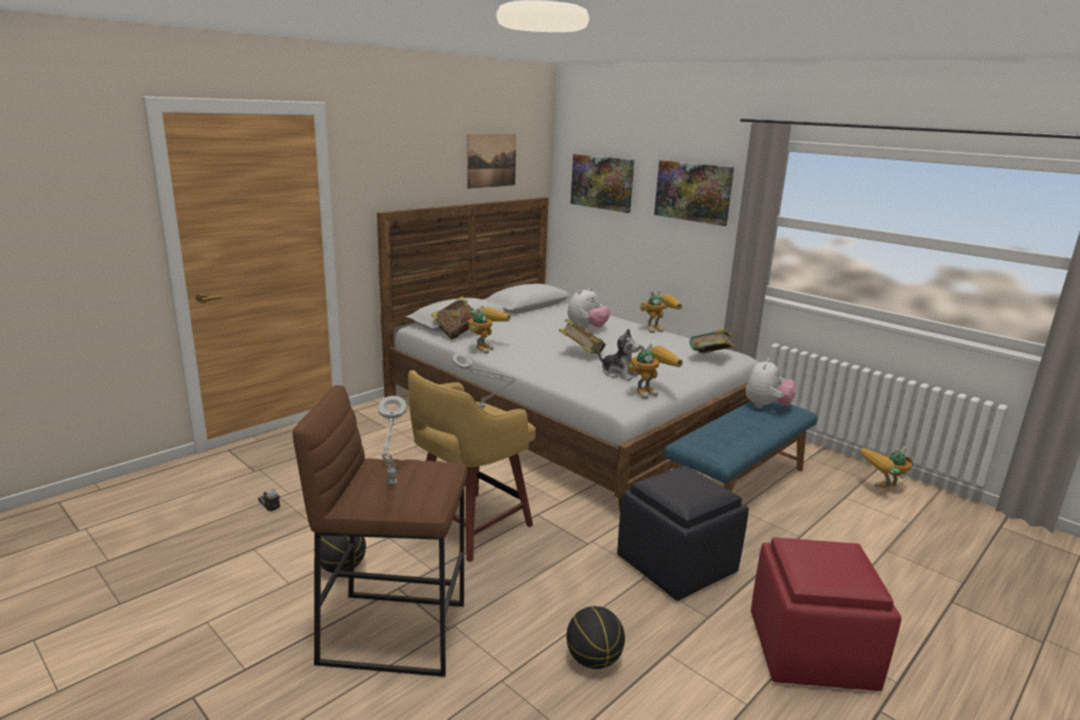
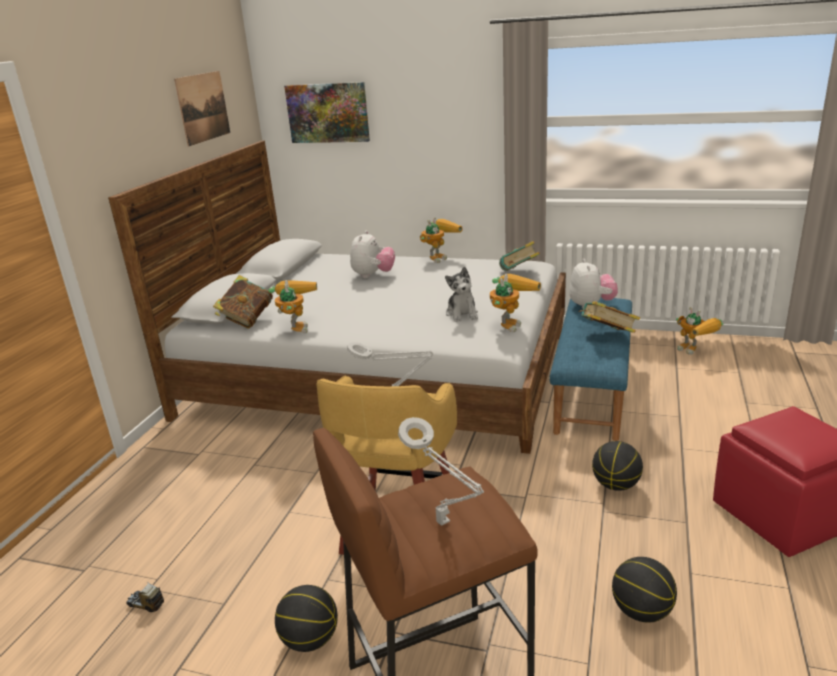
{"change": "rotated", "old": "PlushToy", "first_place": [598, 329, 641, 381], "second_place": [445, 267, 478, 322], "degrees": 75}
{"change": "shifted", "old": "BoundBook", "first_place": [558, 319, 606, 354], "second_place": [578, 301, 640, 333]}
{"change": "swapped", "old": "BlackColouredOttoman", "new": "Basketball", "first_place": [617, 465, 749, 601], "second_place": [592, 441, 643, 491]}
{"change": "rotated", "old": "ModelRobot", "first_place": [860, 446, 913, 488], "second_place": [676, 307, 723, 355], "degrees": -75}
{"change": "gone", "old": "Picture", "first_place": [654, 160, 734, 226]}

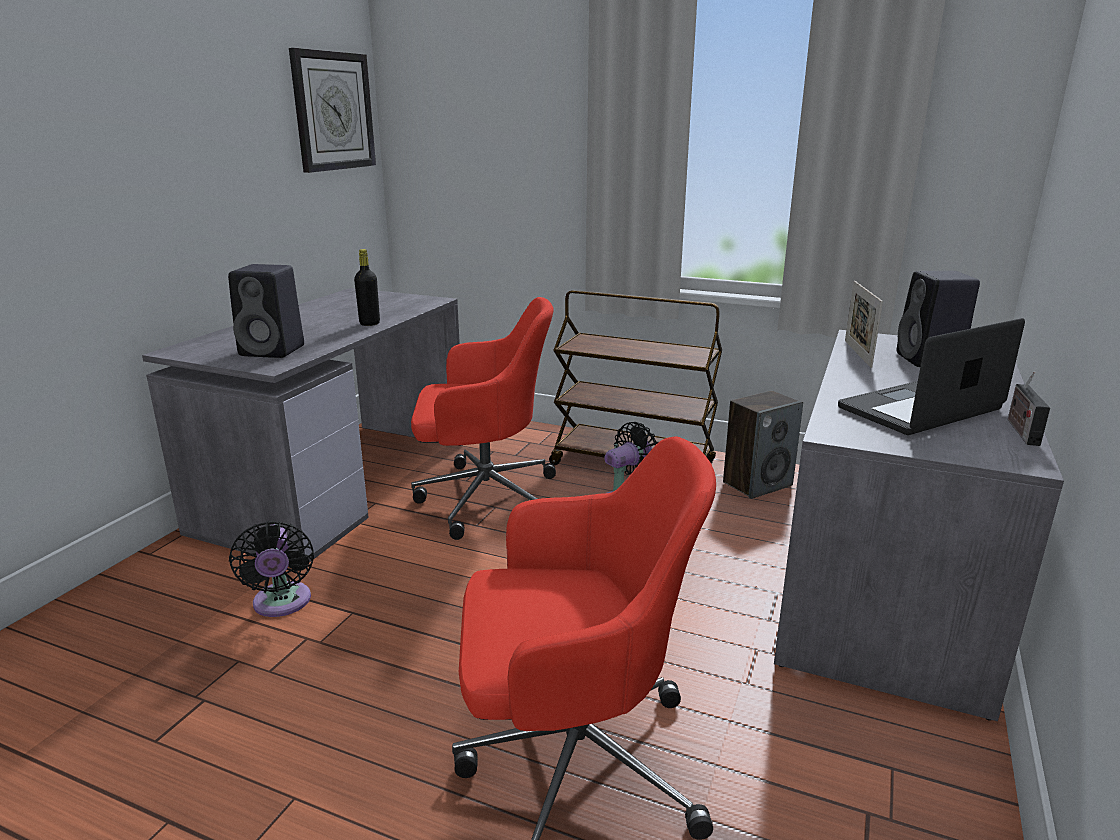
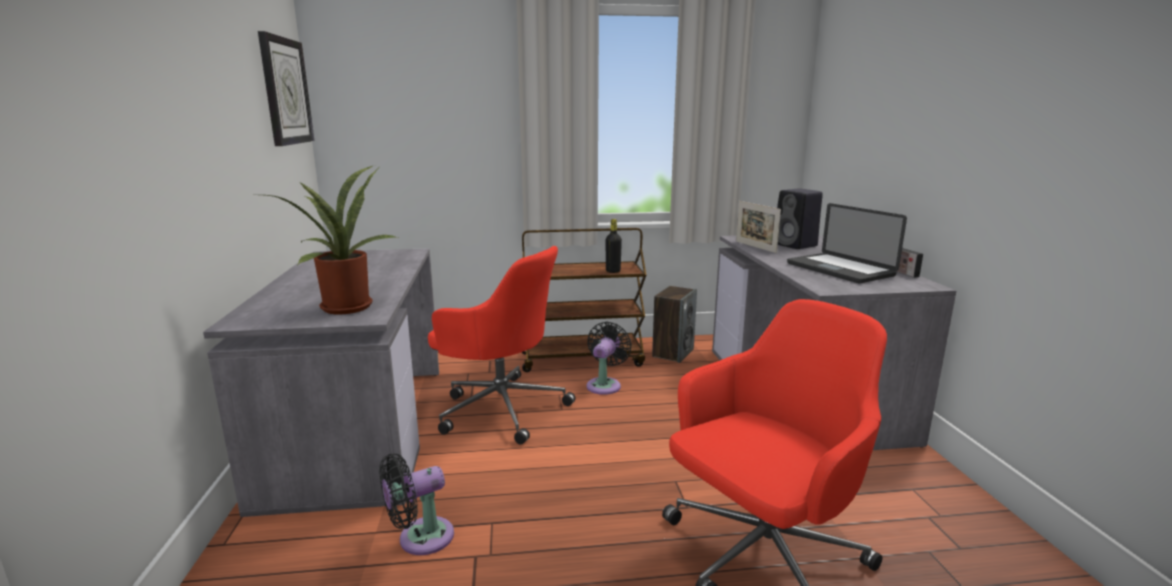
{"change": "swapped", "old": "BlackColouredLoudspeaker", "new": "PlantInAPot", "first_place": [228, 264, 304, 358], "second_place": [265, 166, 398, 314]}
{"change": "rotated", "old": "BlackColouredFan", "first_place": [229, 521, 314, 617], "second_place": [379, 454, 454, 555], "degrees": 105}
{"change": "rotated", "old": "ReddishComputerChair", "first_place": [411, 297, 556, 540], "second_place": [428, 246, 576, 444], "degrees": 60}
{"change": "shifted", "old": "BlackColouredBottle", "first_place": [354, 249, 380, 326], "second_place": [606, 219, 622, 273]}
{"change": "rotated", "old": "Laptop", "first_place": [838, 318, 1025, 435], "second_place": [787, 203, 907, 283], "degrees": -60}

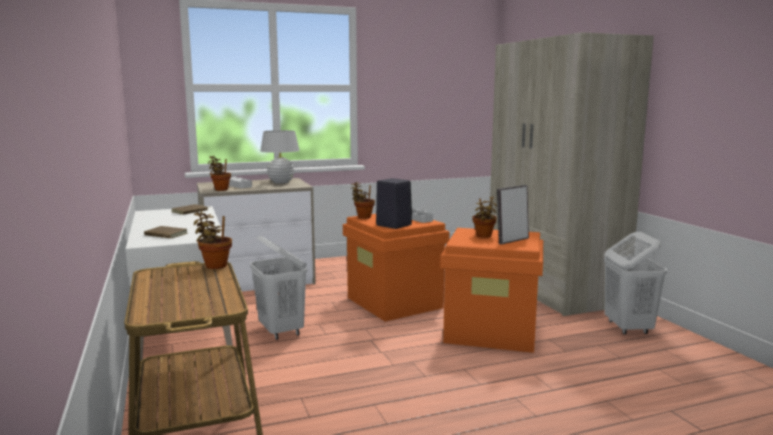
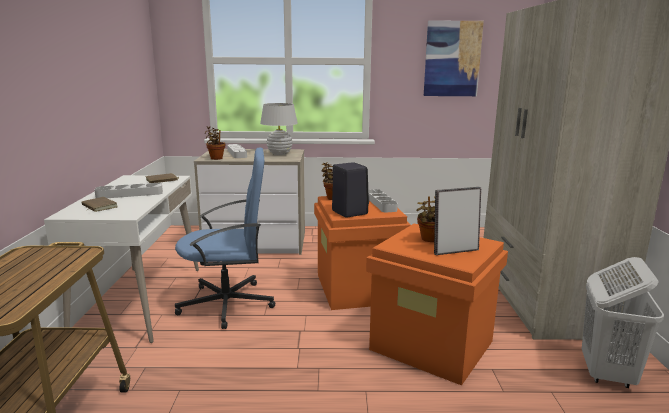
{"change": "new", "new": "GrayTray", "second_place": [94, 183, 163, 198]}
{"change": "swapped", "old": "WhiteWashingBasket", "new": "BlueComputerChair", "first_place": [250, 235, 307, 340], "second_place": [175, 148, 275, 329]}
{"change": "new", "new": "Picture", "second_place": [424, 20, 484, 96]}
{"change": "gone", "old": "PlantInAPot", "first_place": [193, 211, 232, 269]}

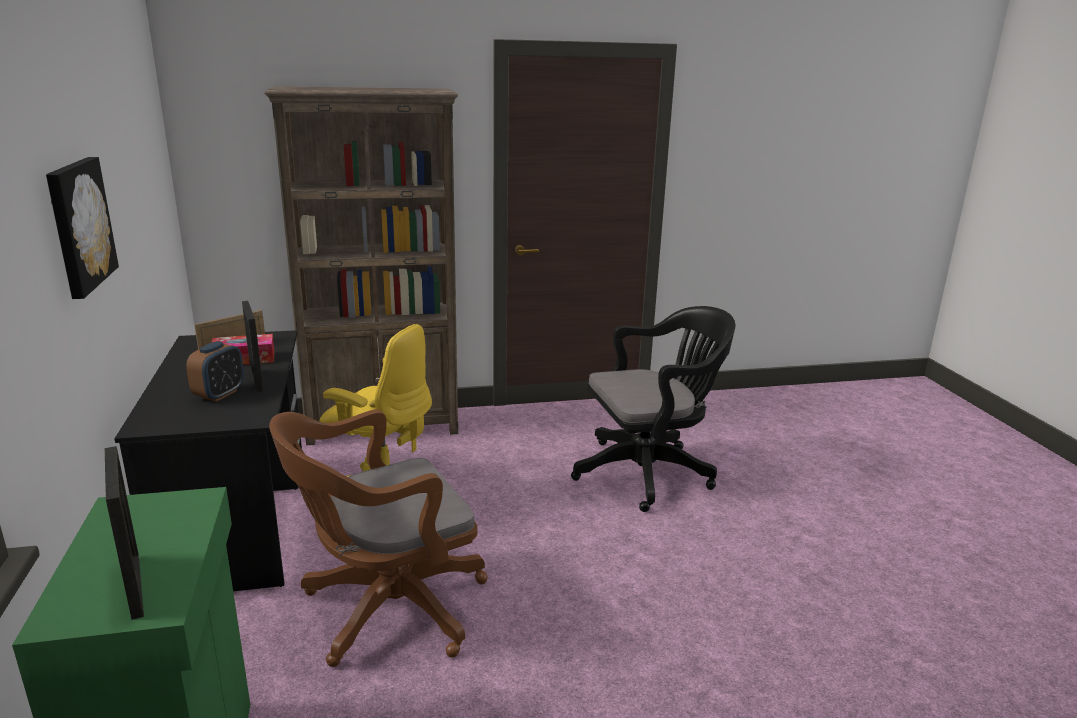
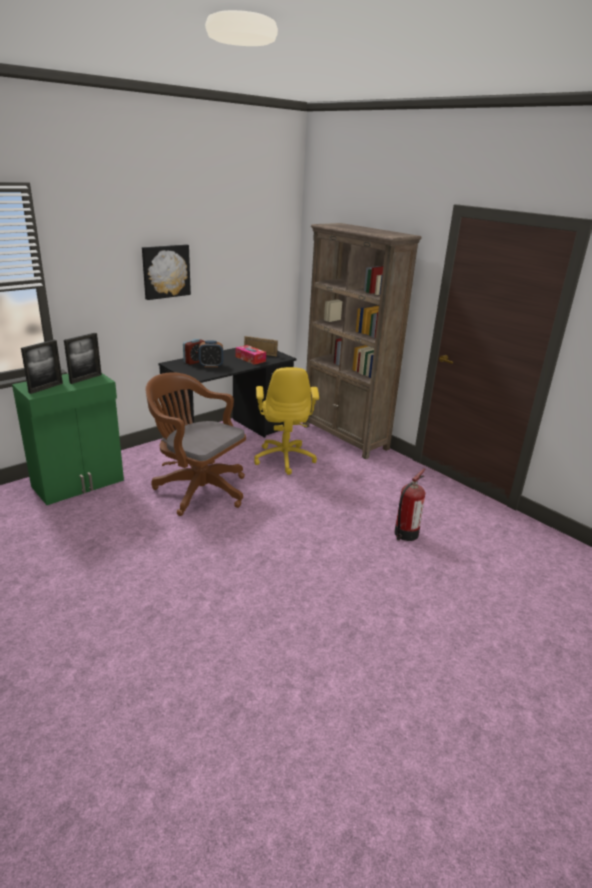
{"change": "shifted", "old": "StandingFrame", "first_place": [242, 301, 264, 392], "second_place": [64, 333, 102, 384]}
{"change": "new", "new": "AlarmClock", "second_place": [183, 339, 205, 365]}
{"change": "swapped", "old": "BlackColouredComputerChair", "new": "Extinguisher", "first_place": [571, 306, 735, 512], "second_place": [394, 469, 426, 541]}

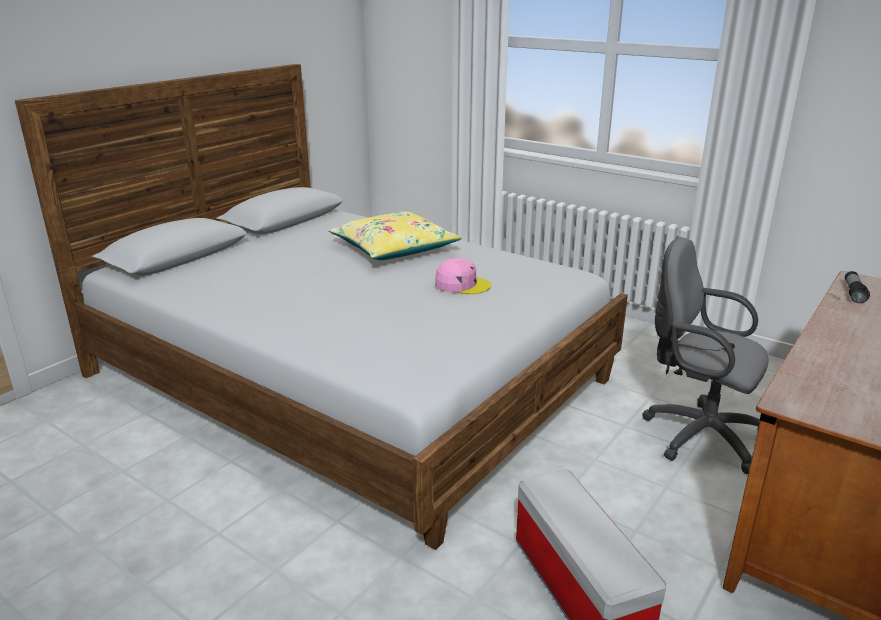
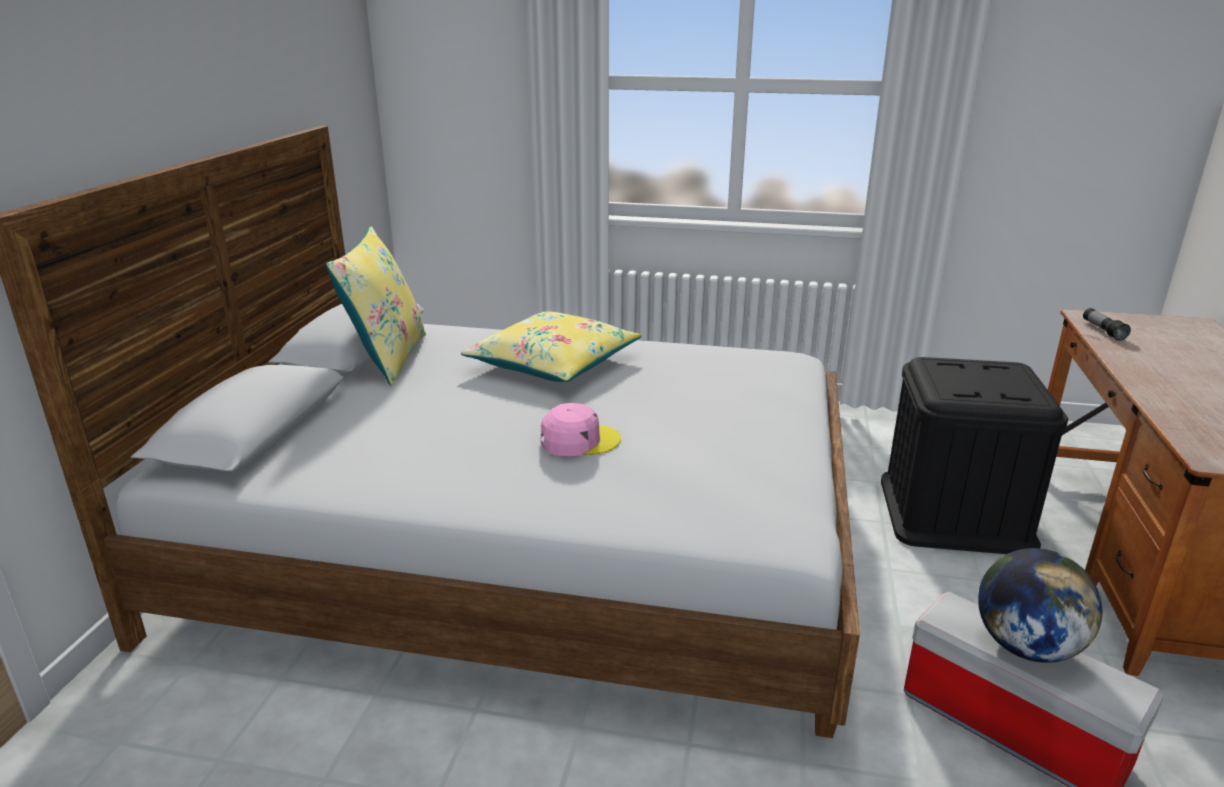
{"change": "new", "new": "YellowishCushion", "second_place": [326, 227, 426, 386]}
{"change": "shifted", "old": "PinkColouredBaseballCap", "first_place": [435, 258, 491, 294], "second_place": [541, 403, 621, 456]}
{"change": "swapped", "old": "GrayComputerChair", "new": "BlackColouredStorageBox", "first_place": [642, 237, 769, 474], "second_place": [881, 357, 1068, 554]}
{"change": "new", "new": "WorldGlobe", "second_place": [978, 548, 1102, 663]}

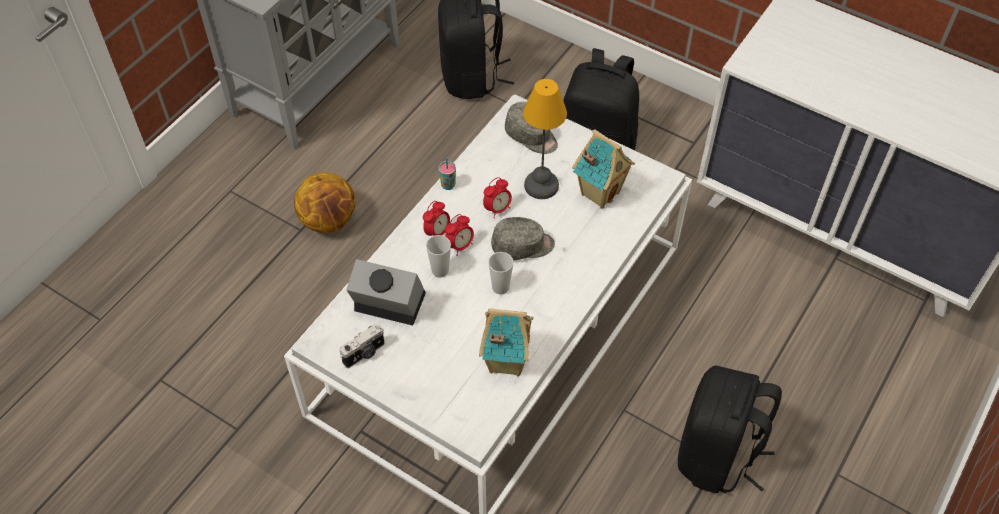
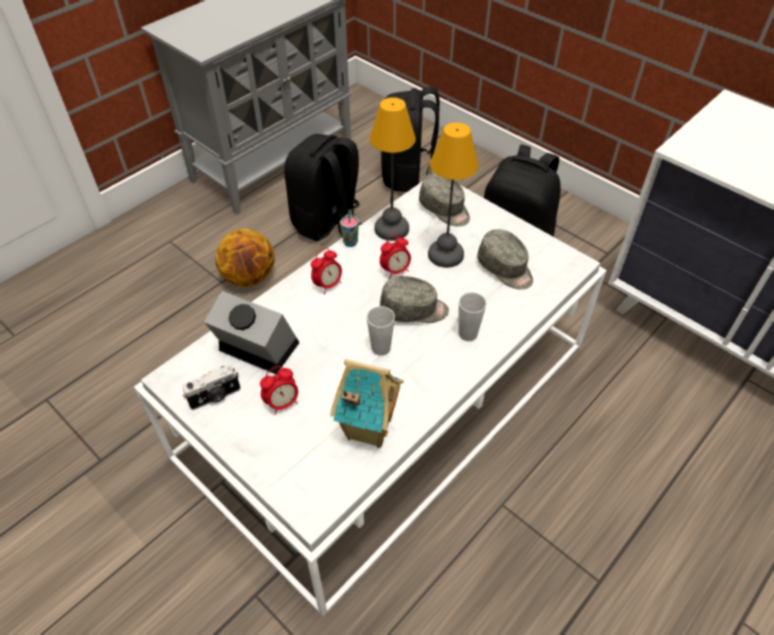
{"change": "shifted", "old": "AlarmClock", "first_place": [445, 214, 474, 256], "second_place": [260, 366, 298, 415]}
{"change": "shifted", "old": "BlackColouredBackpack", "first_place": [678, 366, 782, 493], "second_place": [284, 134, 362, 241]}
{"change": "new", "new": "TabletopLamp", "second_place": [369, 97, 416, 241]}
{"change": "shifted", "old": "SmallCup", "first_place": [426, 235, 451, 278], "second_place": [459, 292, 487, 341]}
{"change": "swapped", "old": "ToyHouse", "new": "GrayBaseballCap", "first_place": [572, 129, 635, 209], "second_place": [477, 229, 533, 289]}

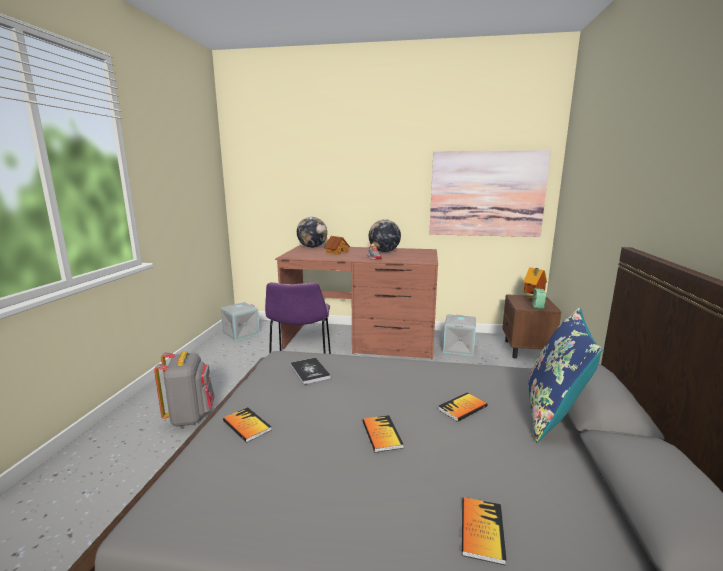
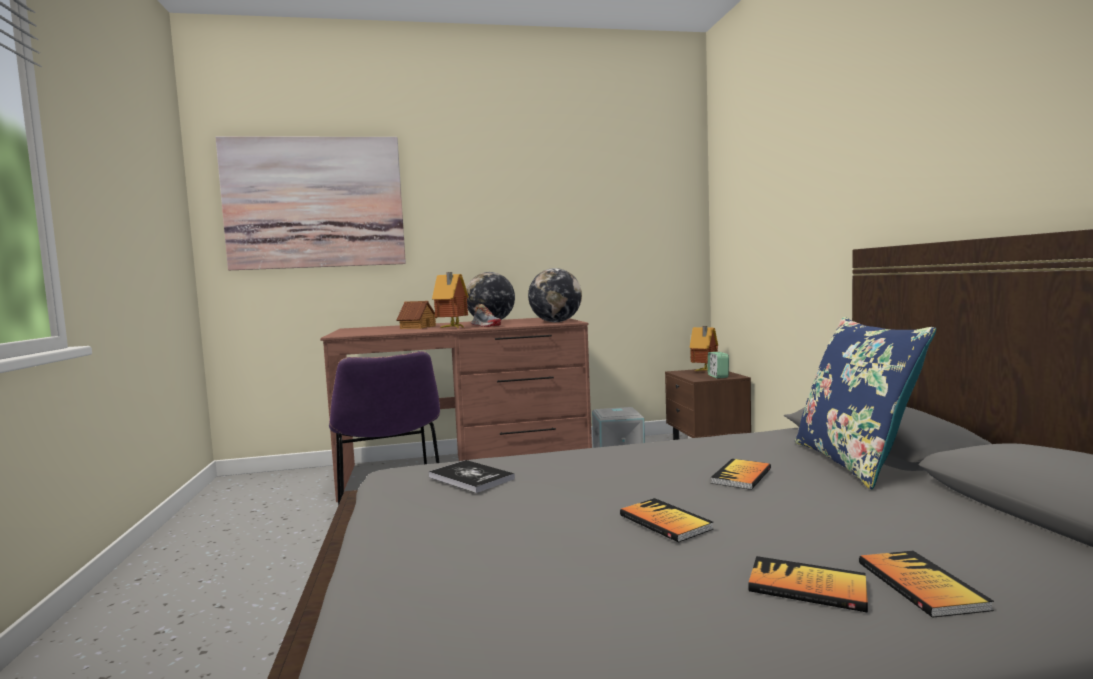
{"change": "shifted", "old": "Picture", "first_place": [429, 150, 551, 237], "second_place": [215, 136, 406, 270]}
{"change": "new", "new": "ToyHouse", "second_place": [432, 272, 469, 329]}
{"change": "shifted", "old": "WorldGlobe", "first_place": [297, 217, 327, 248], "second_place": [528, 268, 582, 322]}
{"change": "shifted", "old": "BoundBook", "first_place": [223, 407, 272, 443], "second_place": [748, 556, 868, 613]}
{"change": "gone", "old": "GrayBackpack", "first_place": [154, 351, 214, 427]}
{"change": "gone", "old": "GrayStorageBox", "first_place": [221, 302, 260, 341]}

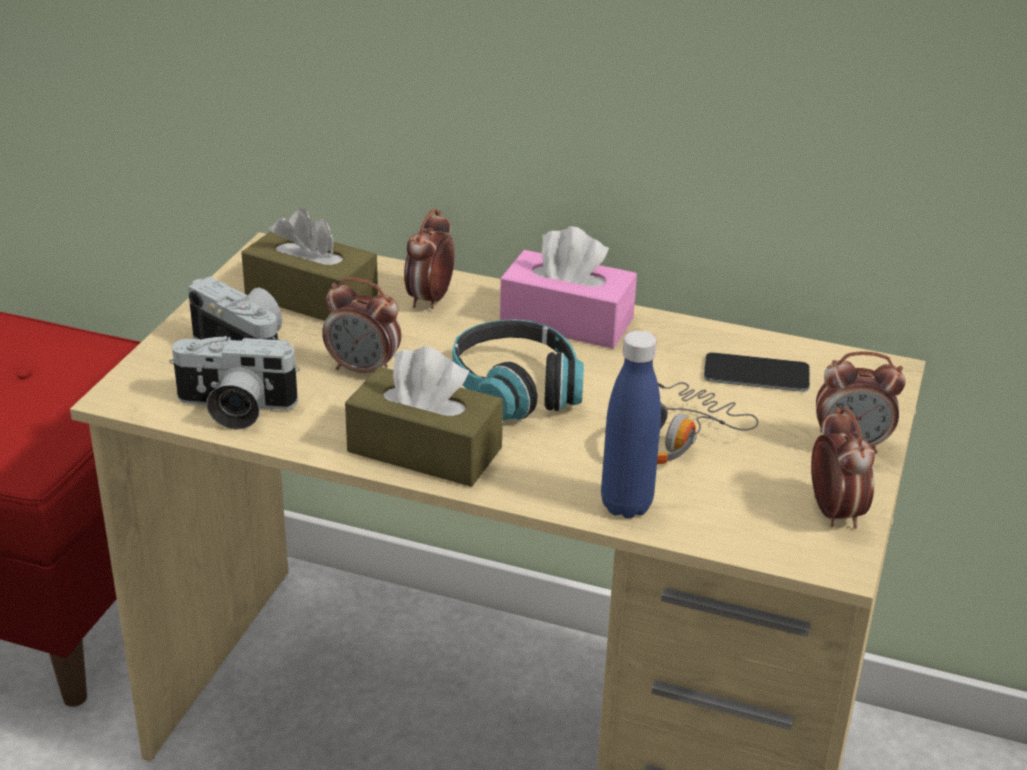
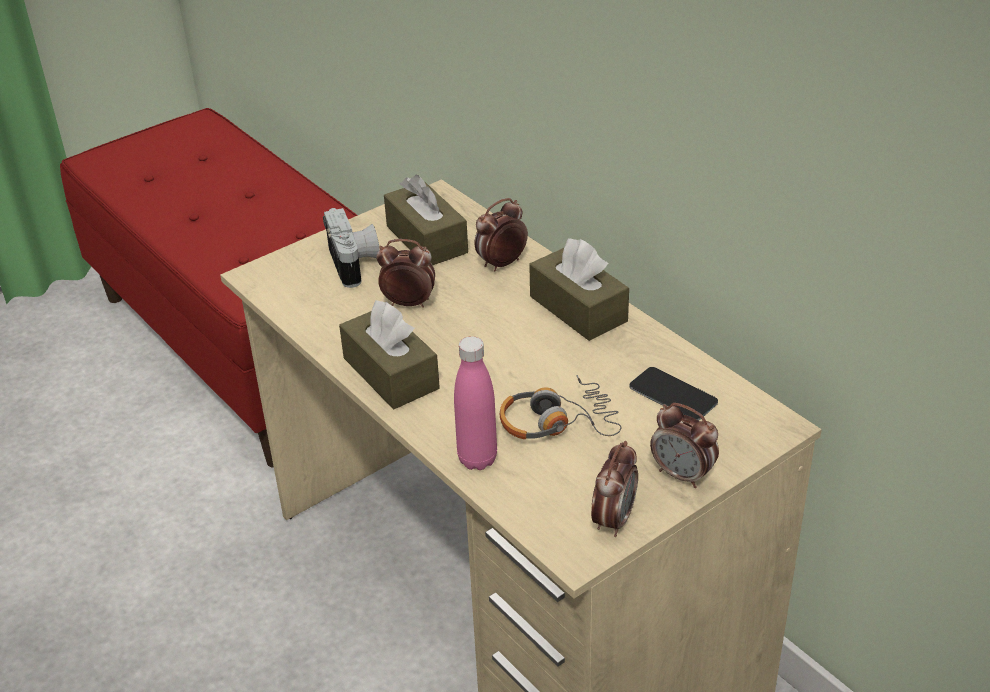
{"change": "rotated", "old": "AlarmClock", "first_place": [322, 278, 401, 373], "second_place": [376, 239, 435, 308], "degrees": 135}
{"change": "repainted", "old": "BlueBottle", "new": "PinkColouredBottle", "first_place": [601, 330, 661, 518], "second_place": [454, 336, 497, 470]}
{"change": "repainted", "old": "PinkColouredTissueHolder", "new": "BrownColouredTissueHolder", "first_place": [500, 226, 637, 349], "second_place": [529, 238, 629, 341]}
{"change": "gone", "old": "PhotoCamera", "first_place": [169, 336, 300, 430]}
{"change": "gone", "old": "Headphones", "first_place": [452, 320, 584, 420]}

